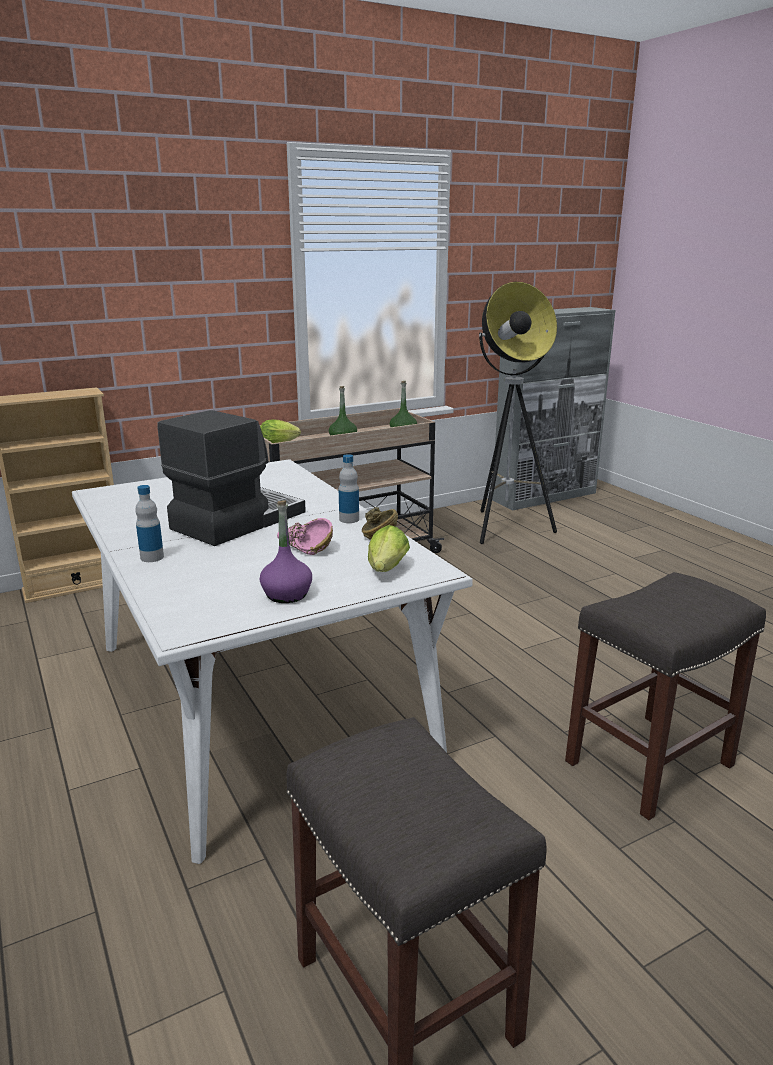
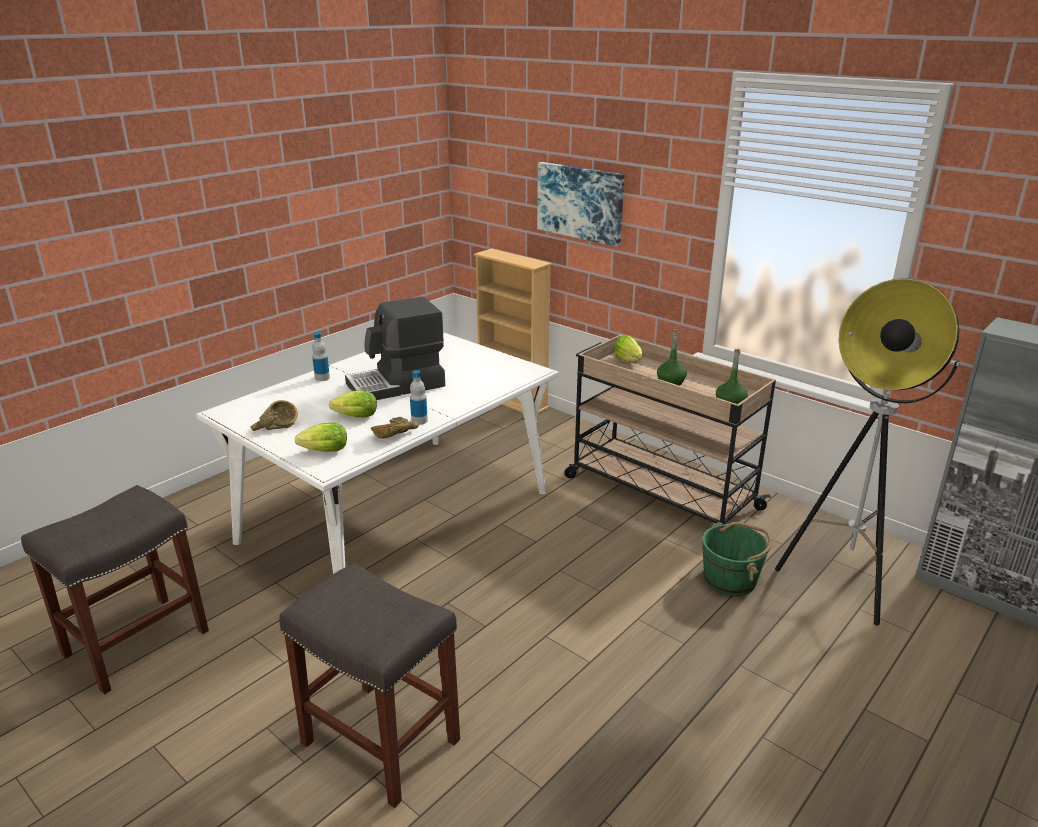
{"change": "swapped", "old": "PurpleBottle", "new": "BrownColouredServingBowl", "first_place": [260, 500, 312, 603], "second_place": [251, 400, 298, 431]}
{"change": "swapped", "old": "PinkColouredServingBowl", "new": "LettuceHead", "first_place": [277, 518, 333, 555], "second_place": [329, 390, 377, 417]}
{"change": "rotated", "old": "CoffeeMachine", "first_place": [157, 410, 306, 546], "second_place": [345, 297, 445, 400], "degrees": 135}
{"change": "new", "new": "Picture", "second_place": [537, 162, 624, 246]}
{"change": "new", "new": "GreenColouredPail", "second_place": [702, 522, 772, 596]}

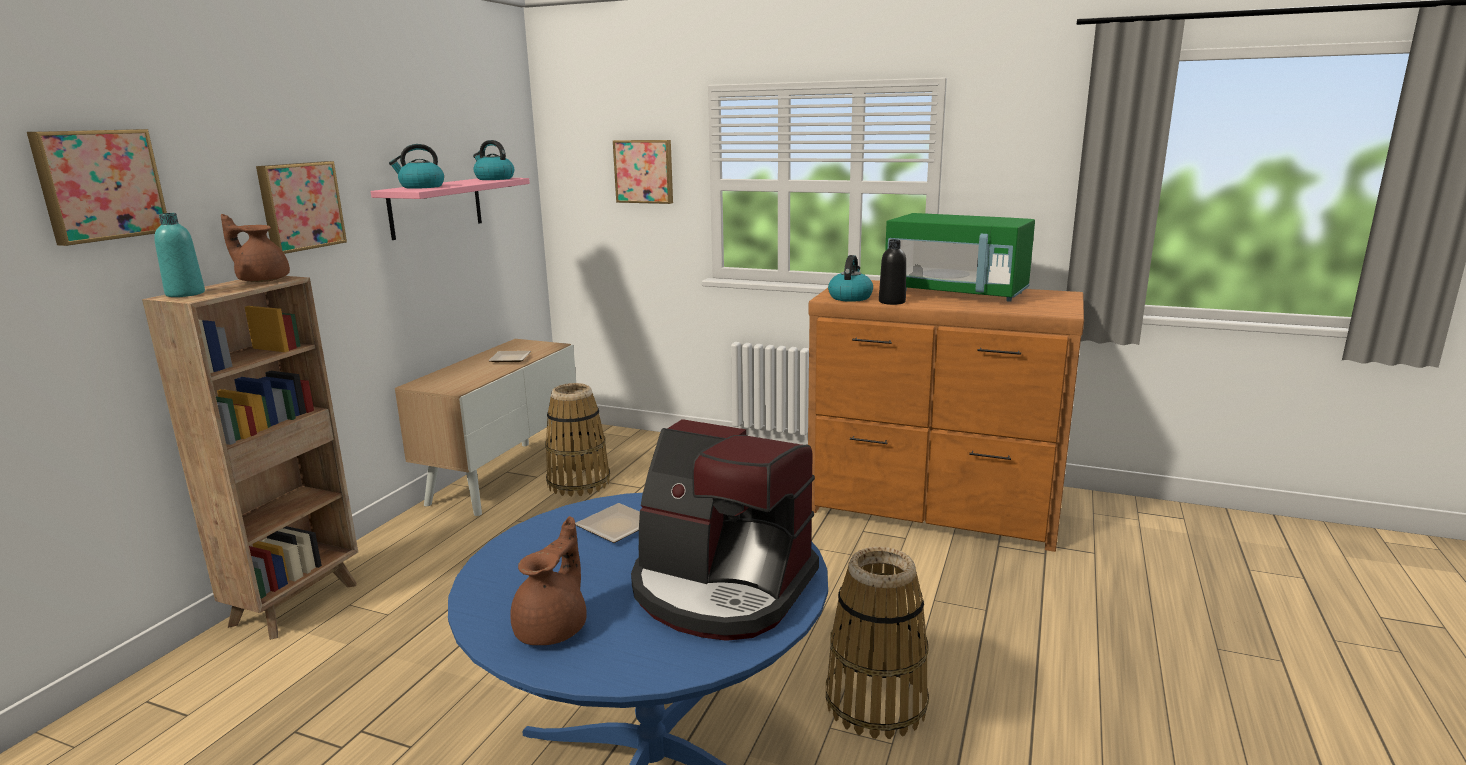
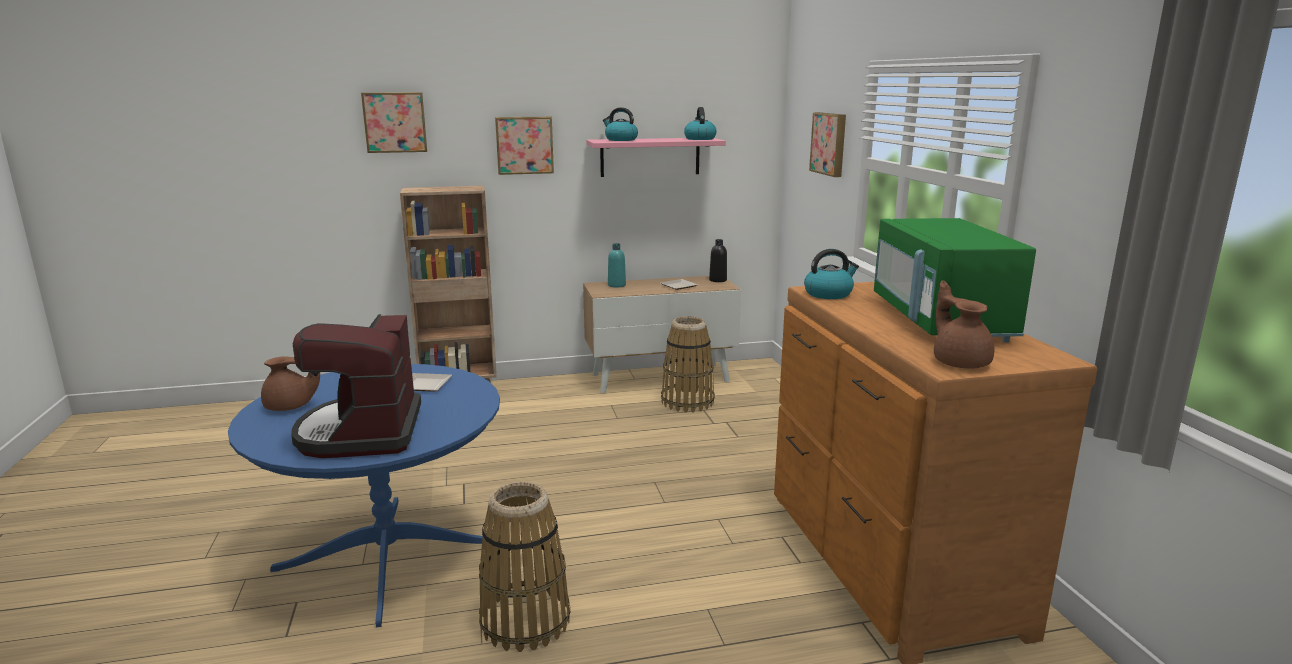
{"change": "shifted", "old": "TurquoiseBottle", "first_place": [154, 213, 205, 297], "second_place": [608, 243, 626, 288]}
{"change": "shifted", "old": "BlackColouredBottle", "first_place": [879, 239, 906, 305], "second_place": [709, 239, 727, 282]}
{"change": "shifted", "old": "BrownColouredPotForTea", "first_place": [221, 214, 290, 282], "second_place": [934, 281, 995, 369]}

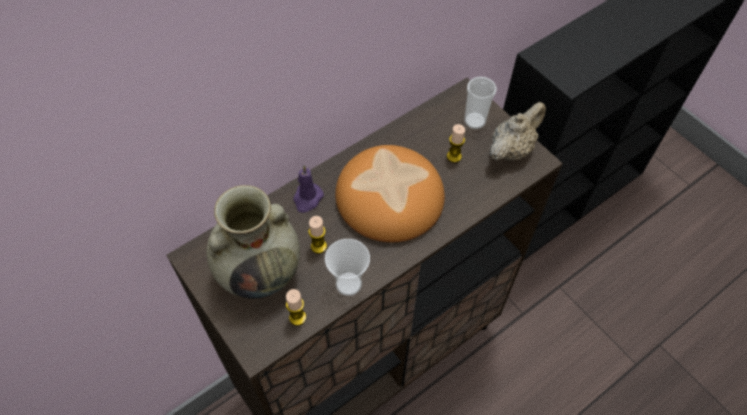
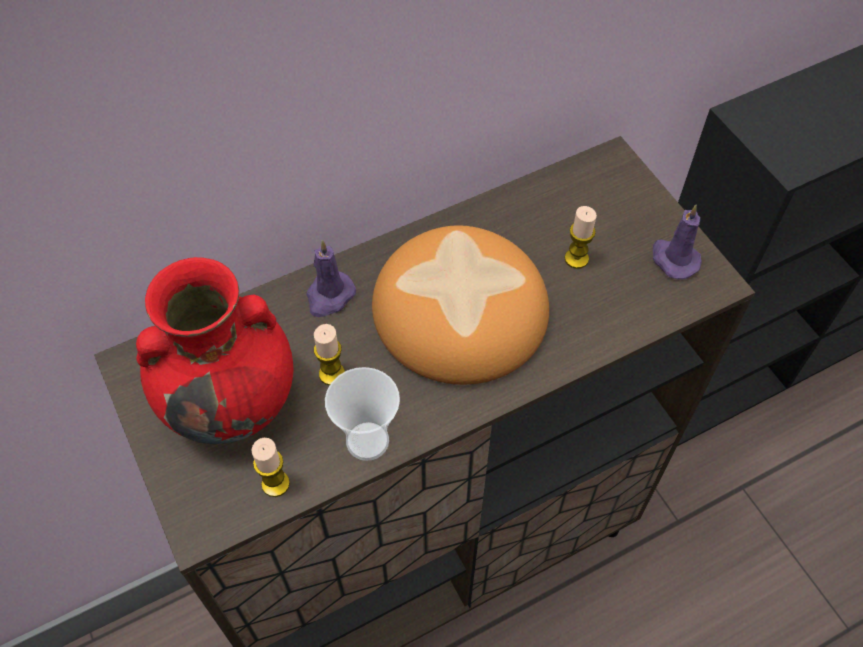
{"change": "repainted", "old": "BeigeFlowerVase", "new": "ReddishFlowerVase", "first_place": [207, 185, 300, 299], "second_place": [136, 257, 293, 444]}
{"change": "swapped", "old": "BeigePotForTea", "new": "PurpleCandle", "first_place": [489, 102, 546, 161], "second_place": [653, 205, 702, 279]}
{"change": "gone", "old": "SmallCup", "first_place": [464, 77, 497, 129]}

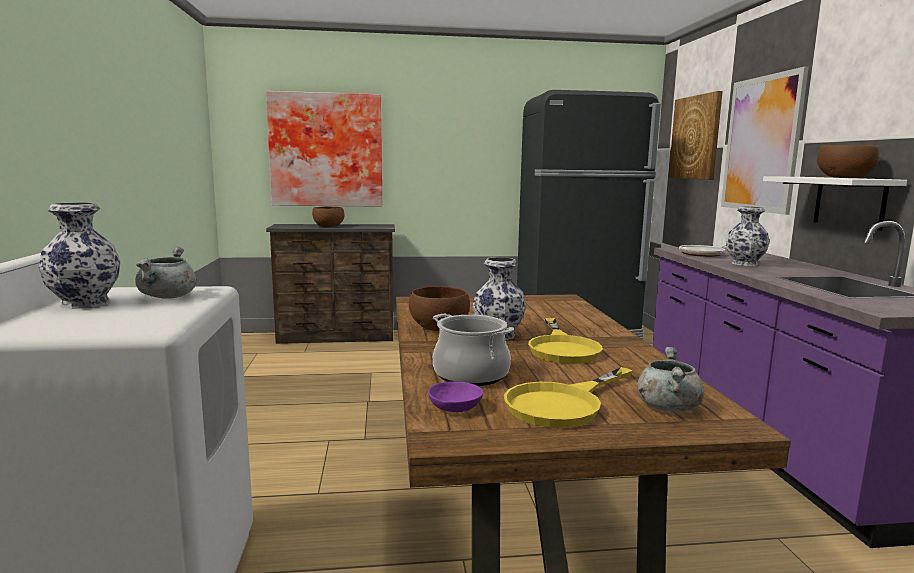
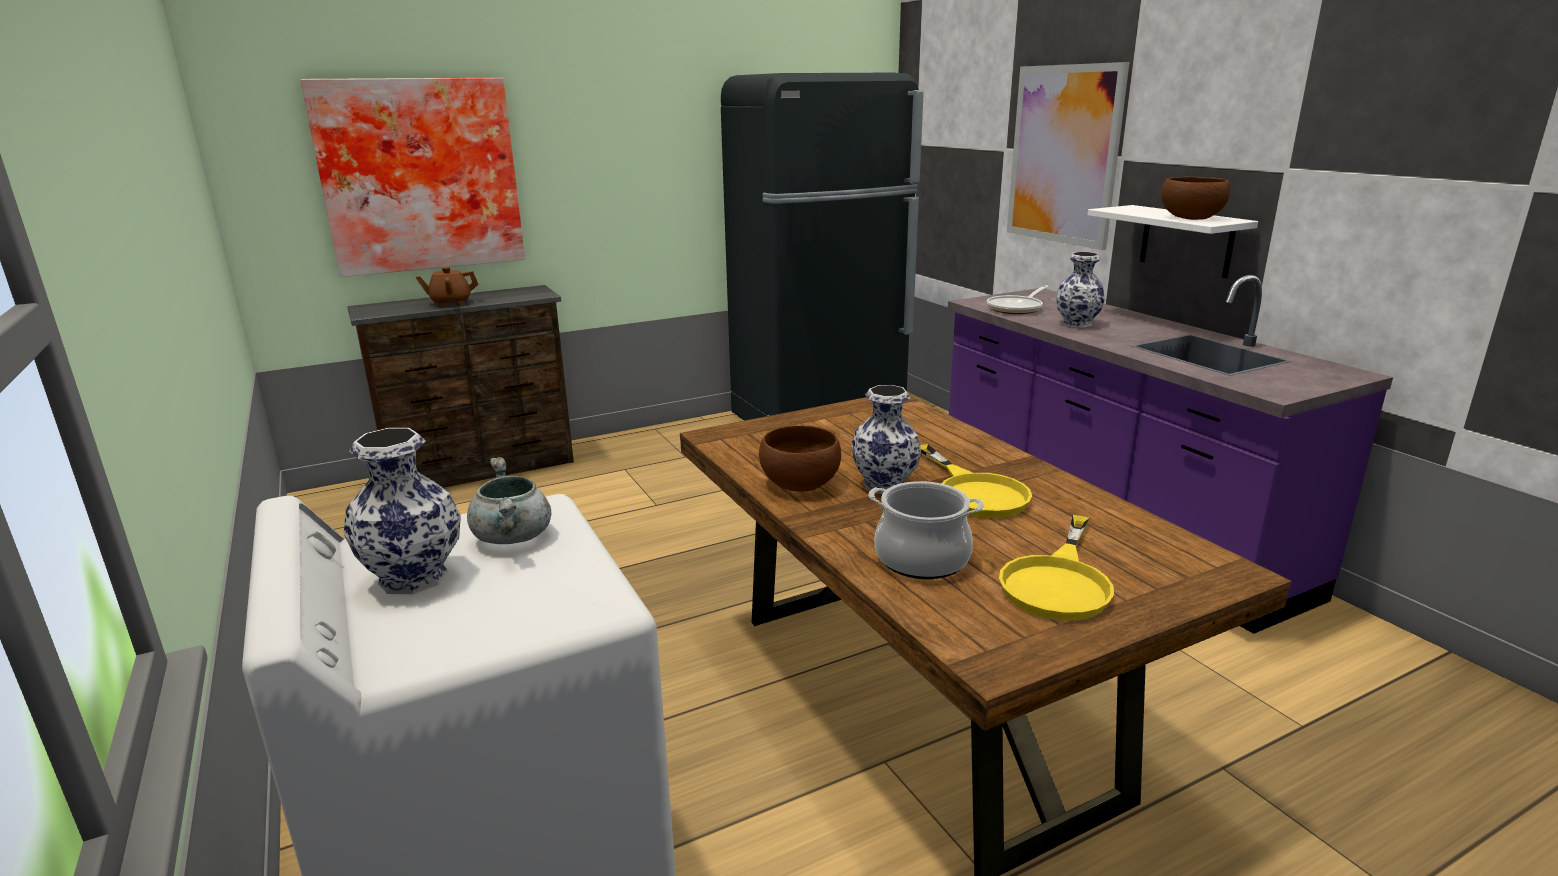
{"change": "swapped", "old": "BrownColouredServingBowl", "new": "BrownColouredPotForTea", "first_place": [312, 207, 344, 227], "second_place": [416, 267, 478, 307]}
{"change": "gone", "old": "PurpleServingBowl", "first_place": [428, 382, 483, 412]}
{"change": "gone", "old": "GrayCookingPot", "first_place": [637, 347, 704, 412]}
{"change": "gone", "old": "Picture", "first_place": [669, 91, 723, 180]}

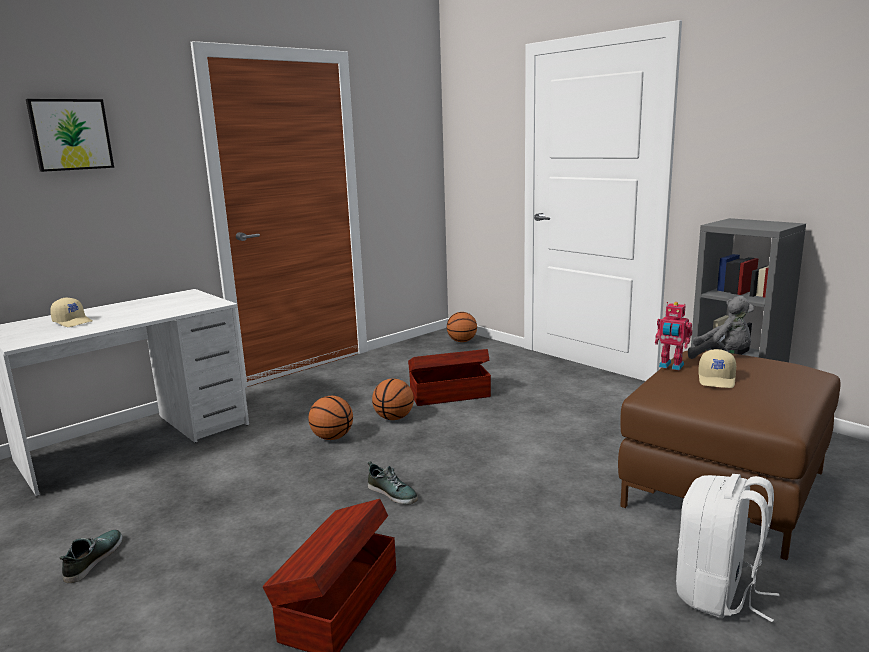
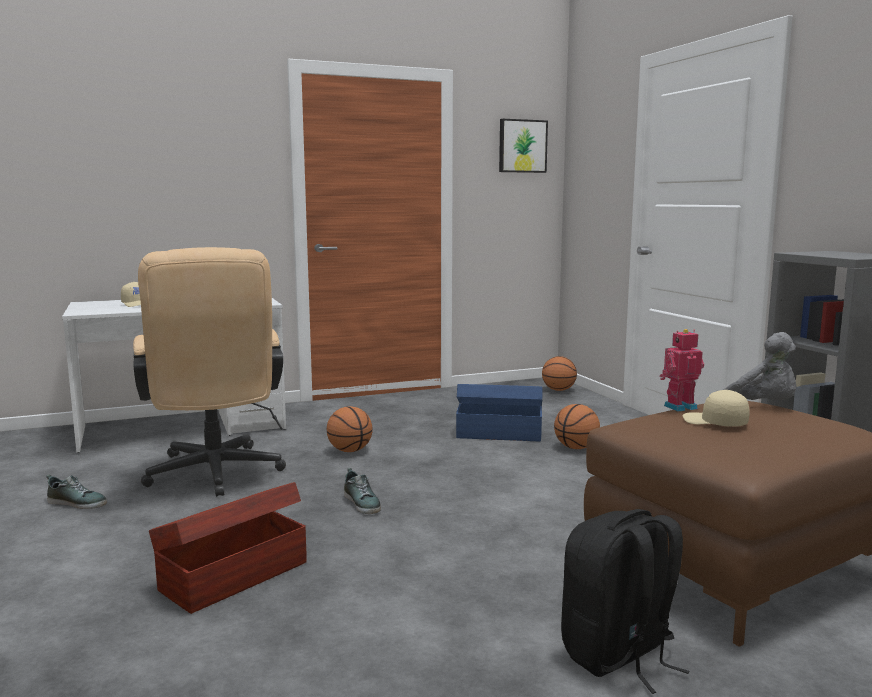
{"change": "rotated", "old": "ItemOfFootwear", "first_place": [60, 530, 123, 583], "second_place": [46, 474, 107, 509], "degrees": 75}
{"change": "new", "new": "BeigeComputerChair", "second_place": [133, 247, 286, 497]}
{"change": "repainted", "old": "BrownColouredStorageBox", "new": "BlueStorageBox", "first_place": [408, 349, 491, 406], "second_place": [456, 384, 542, 441]}
{"change": "shifted", "old": "Picture", "first_place": [26, 99, 114, 172], "second_place": [499, 119, 548, 173]}
{"change": "shifted", "old": "Basketball", "first_place": [372, 378, 414, 420], "second_place": [554, 404, 600, 449]}
{"change": "repainted", "old": "WhiteBackpack", "new": "BlackColouredBackpack", "first_place": [676, 474, 780, 622], "second_place": [561, 509, 690, 694]}
{"change": "rotated", "old": "ModelRobot", "first_place": [655, 302, 692, 370], "second_place": [660, 329, 704, 411], "degrees": 105}
{"change": "rotated", "old": "BeigeBaseballCap", "first_place": [698, 349, 736, 388], "second_place": [683, 390, 750, 427], "degrees": 90}

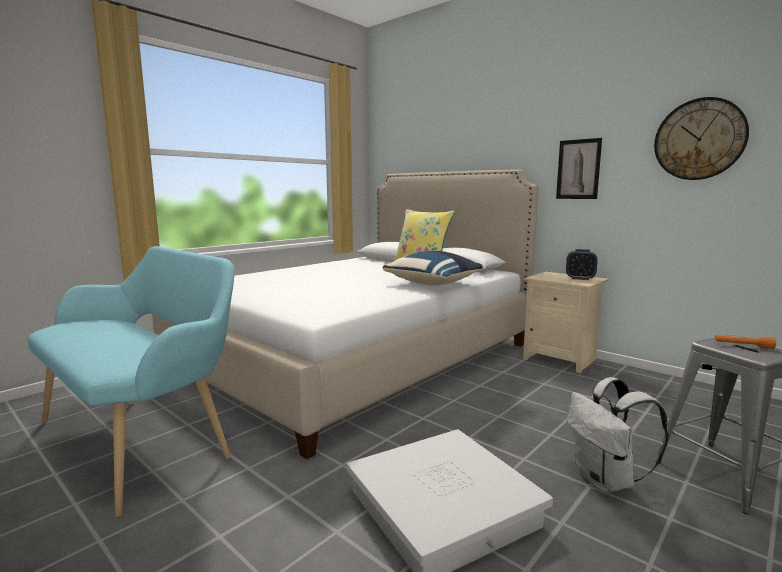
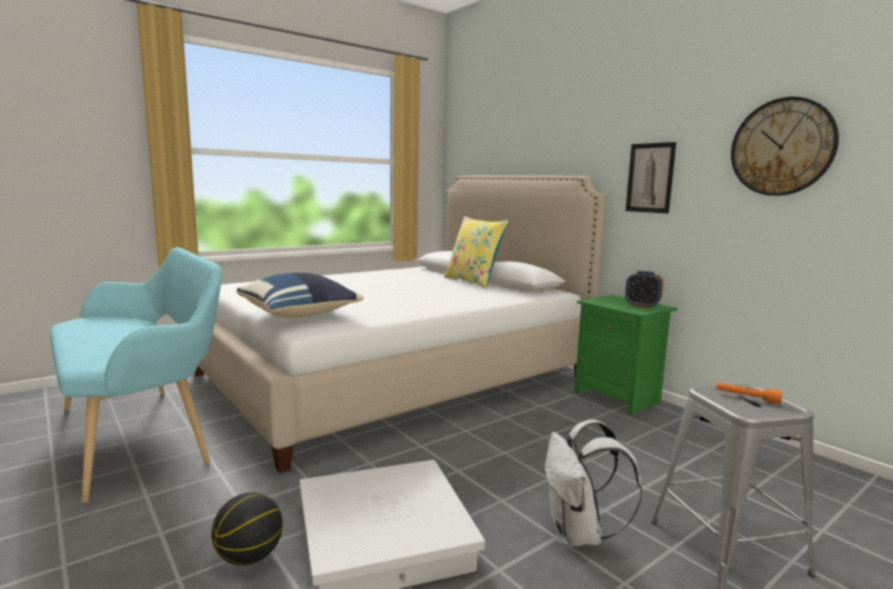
{"change": "new", "new": "Basketball", "second_place": [212, 492, 283, 565]}
{"change": "shifted", "old": "BlueCushion", "first_place": [382, 251, 486, 285], "second_place": [236, 273, 364, 318]}
{"change": "repainted", "old": "BeigeNightstand", "new": "GreenColouredNightstand", "first_place": [523, 272, 608, 373], "second_place": [574, 295, 677, 415]}

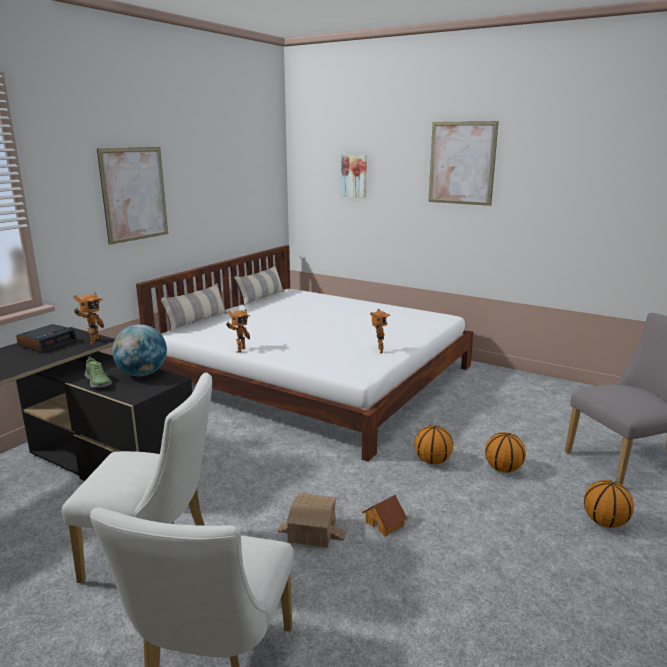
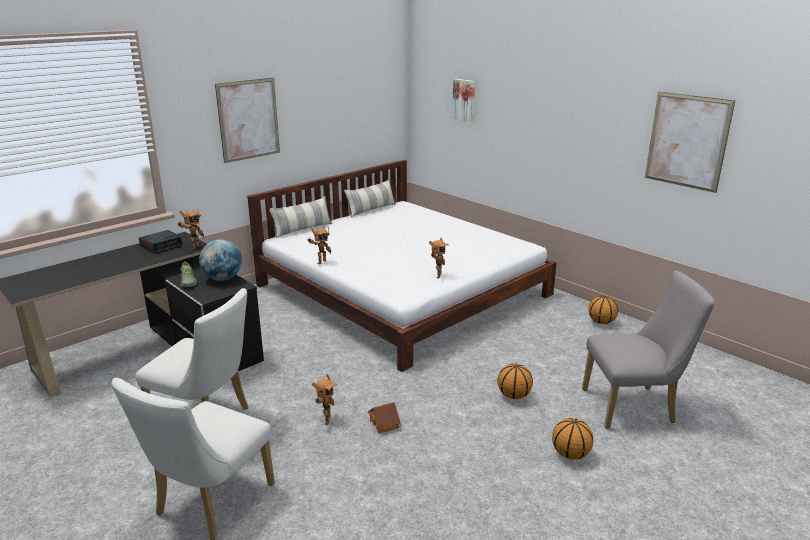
{"change": "swapped", "old": "ToyHouse", "new": "ModelRobot", "first_place": [278, 493, 346, 547], "second_place": [312, 374, 338, 425]}
{"change": "shifted", "old": "Basketball", "first_place": [414, 425, 453, 464], "second_place": [588, 295, 618, 324]}
{"change": "shifted", "old": "Picture", "first_place": [428, 121, 499, 206], "second_place": [645, 92, 735, 193]}

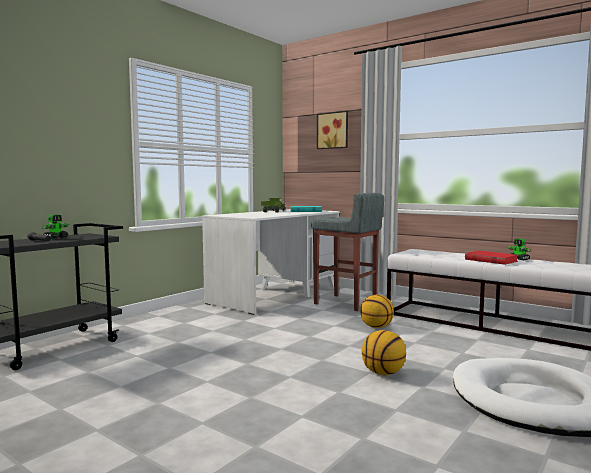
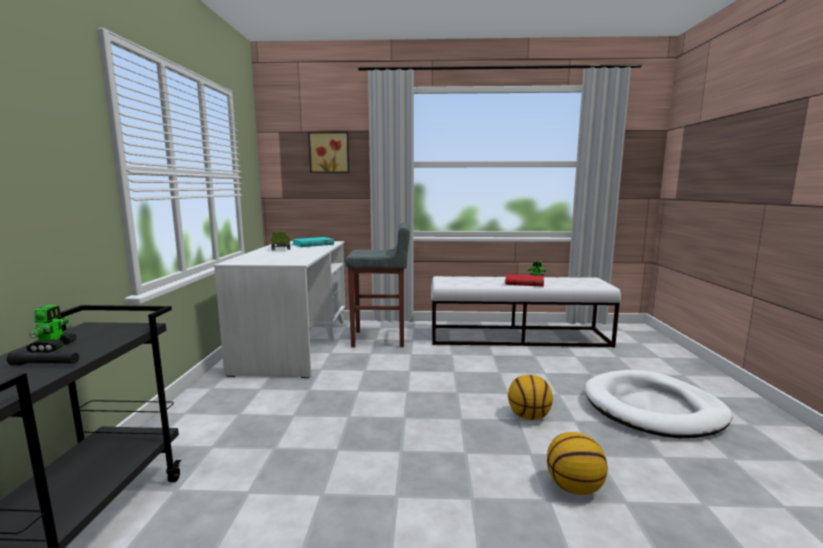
{"change": "shifted", "old": "Basketball", "first_place": [360, 295, 394, 328], "second_place": [547, 432, 607, 495]}

